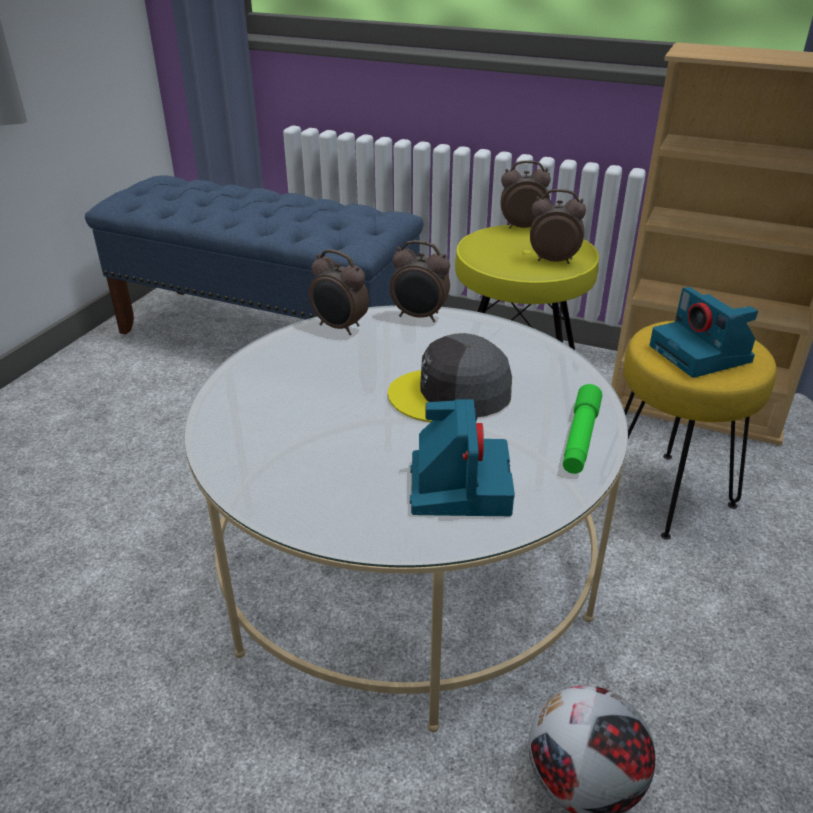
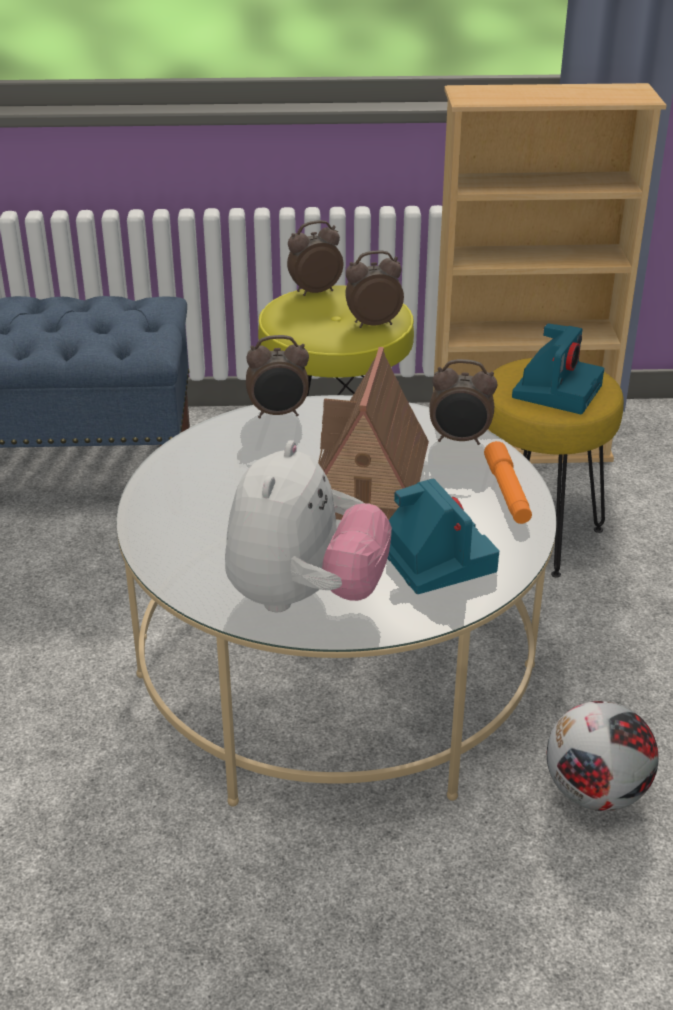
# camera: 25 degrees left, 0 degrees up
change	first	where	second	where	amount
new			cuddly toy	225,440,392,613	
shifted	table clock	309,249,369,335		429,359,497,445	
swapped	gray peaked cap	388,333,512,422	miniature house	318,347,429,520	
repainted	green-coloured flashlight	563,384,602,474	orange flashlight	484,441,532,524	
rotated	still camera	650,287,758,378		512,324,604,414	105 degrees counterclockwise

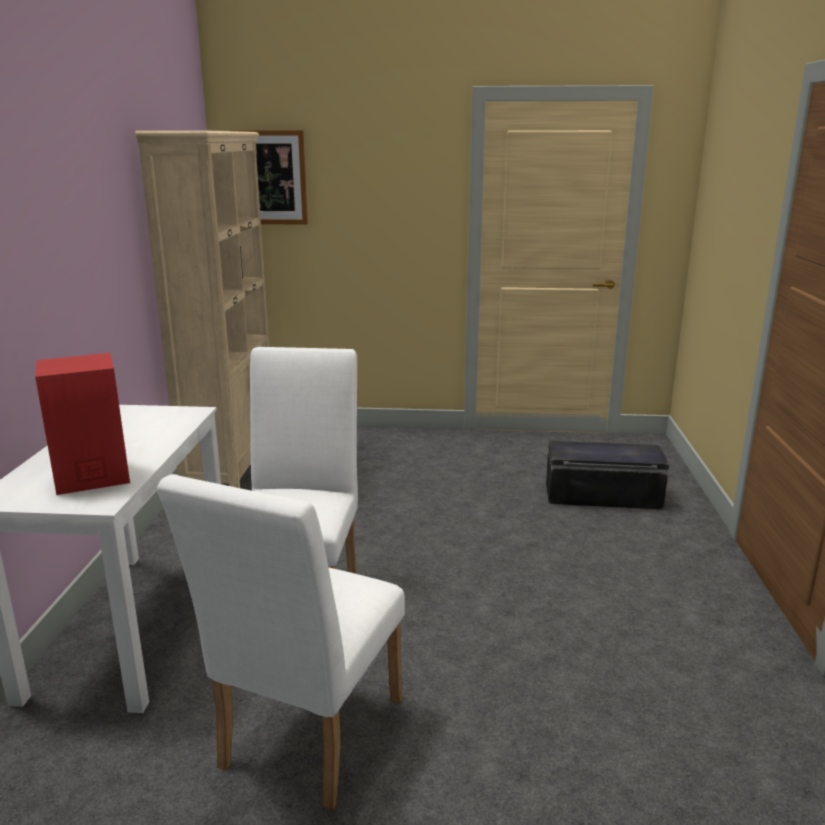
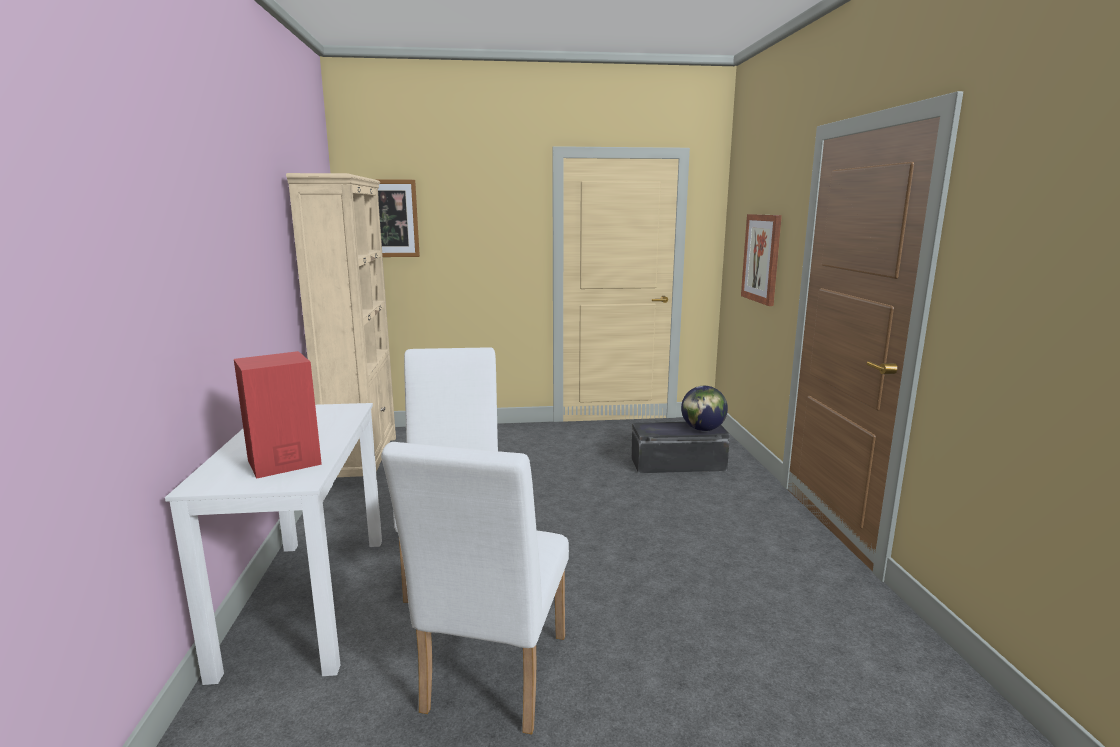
# camera: 10 degrees left, 5 degrees down
change	first	where	second	where	amount
new			world globe	681,386,728,431	
new			wall picture	741,214,782,306	

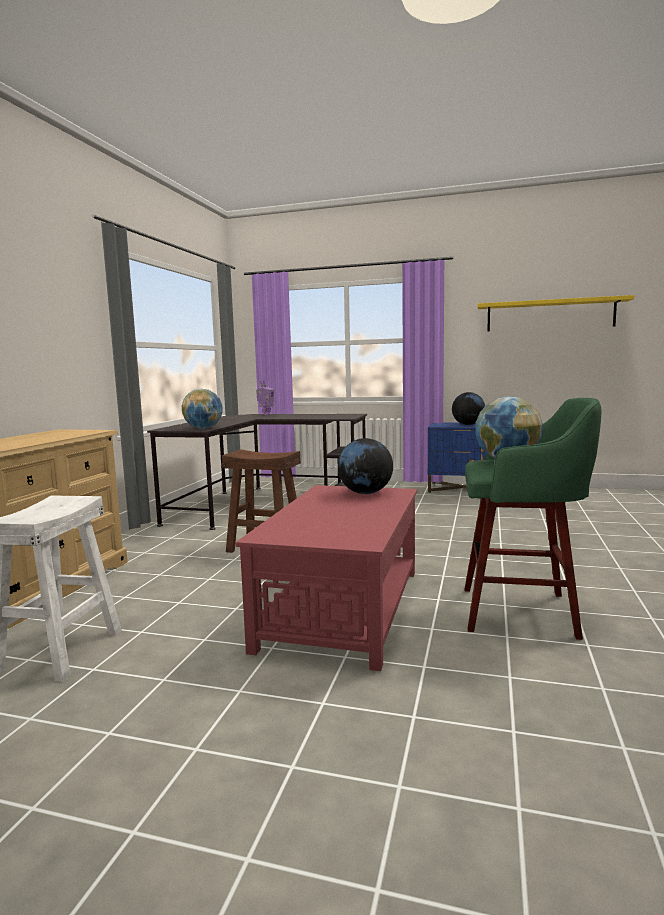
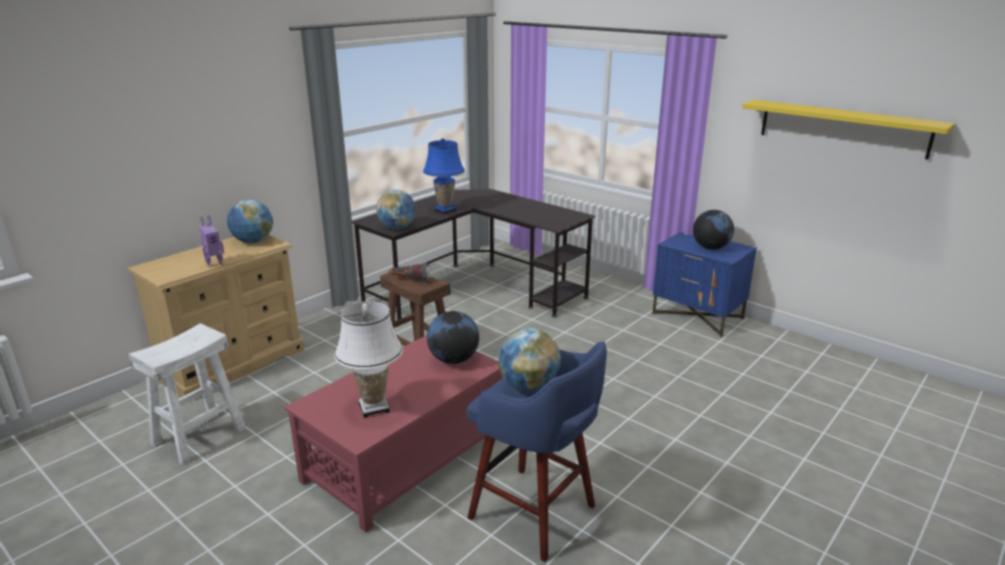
# camera: 25 degrees right, 15 degrees up
change	first	where	second	where	amount
new			world globe	227,199,273,243	
new			whitish lamp for a table	334,301,403,418	
new			flashlight	389,263,430,281	
new			blue-coloured lamp for a table	423,138,465,214	
shifted	model robot	256,380,274,415		199,215,224,268	
repainted	green-coloured stool	464,398,601,640	blue-coloured stool	467,341,607,562	

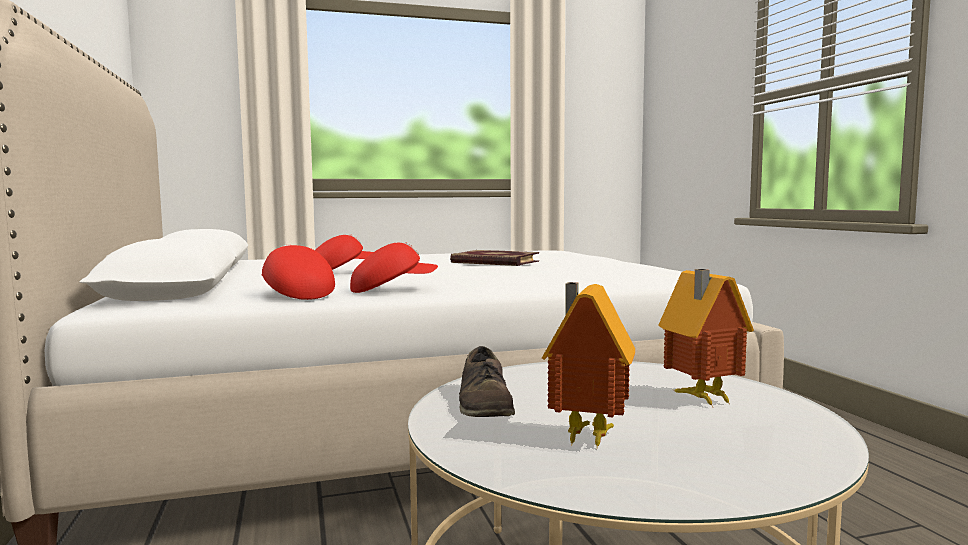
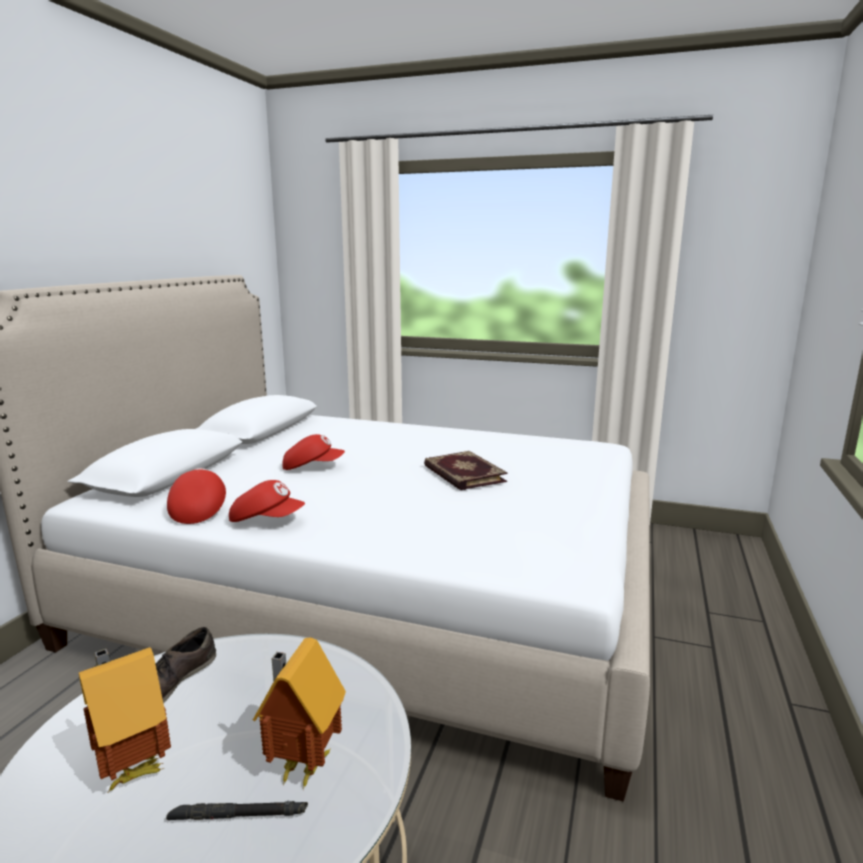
# camera: 35 degrees right, 10 degrees up
change	first	where	second	where	amount
new			black flashlight	166,801,308,820	

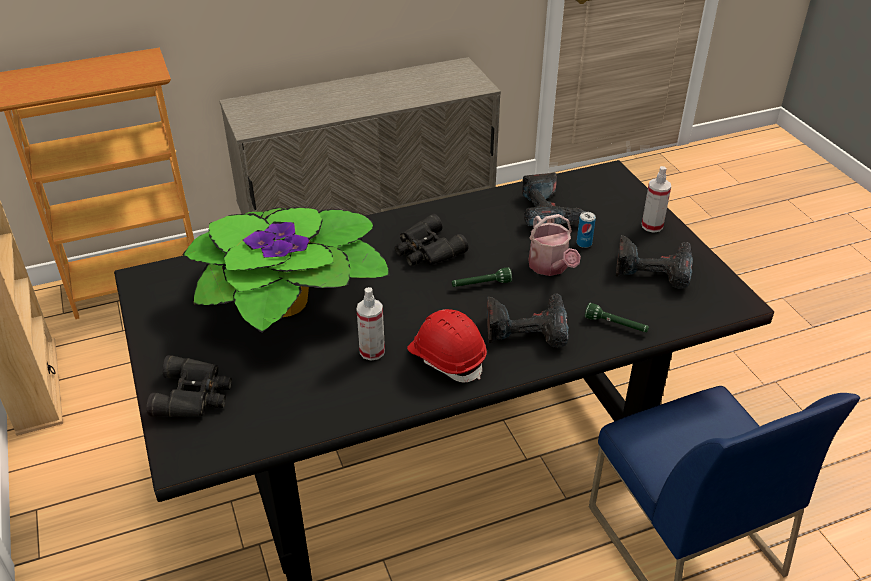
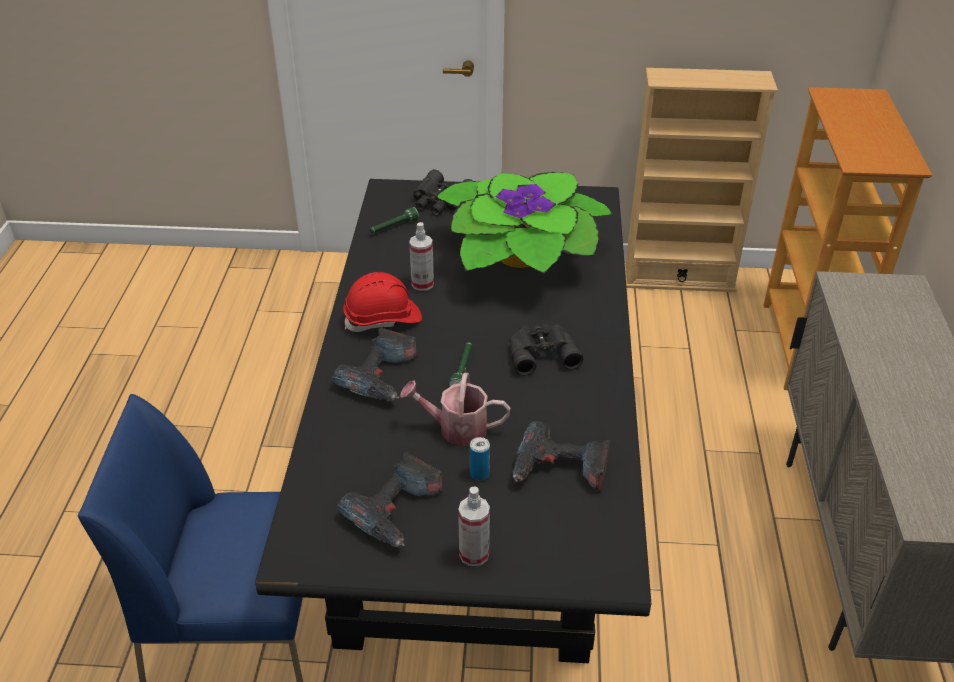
# camera: 115 degrees right, 0 degrees up
change	first	where	second	where	amount
shifted	green-coloured flashlight	585,303,649,332		369,207,419,233	

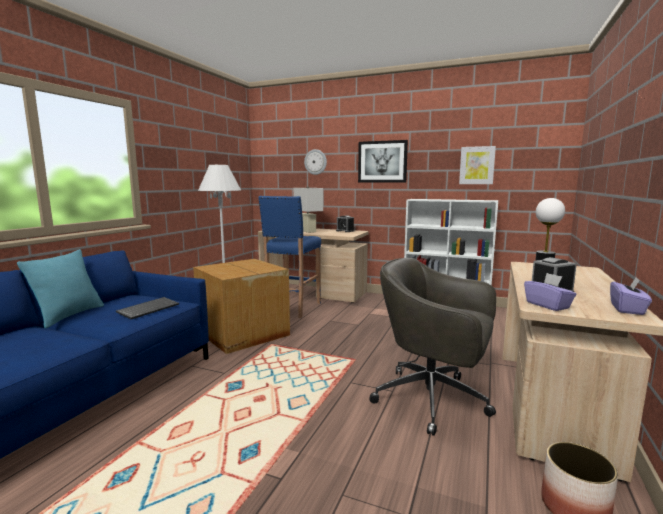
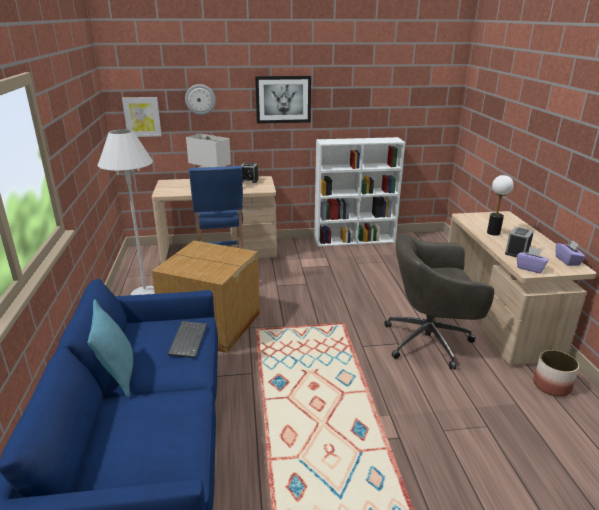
# camera: 30 degrees left, 15 degrees up
change	first	where	second	where	amount
shifted	wall picture	459,146,496,184		122,97,162,137	

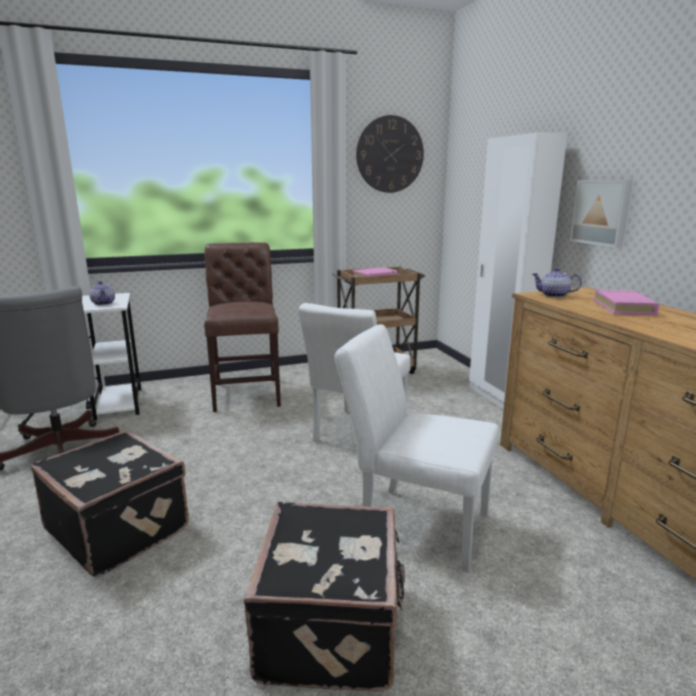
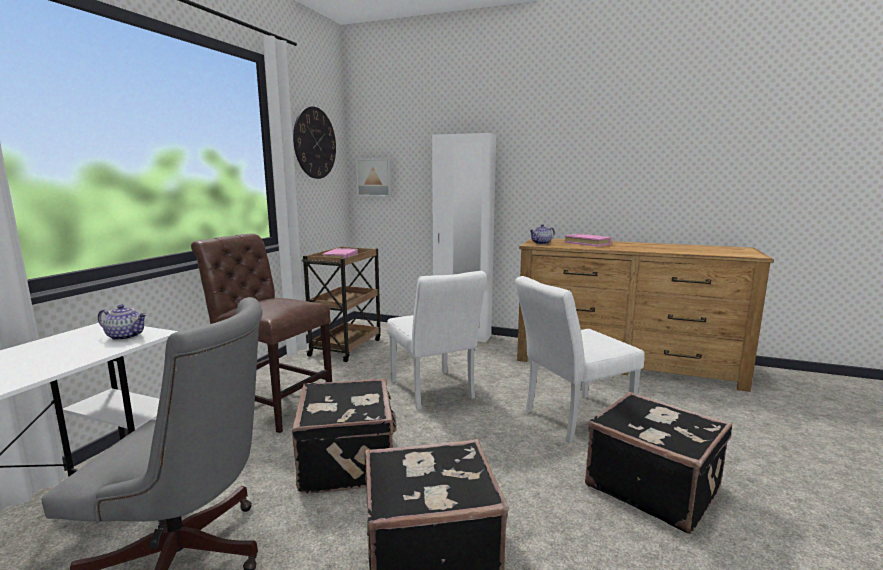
# camera: 50 degrees left, 5 degrees down
change	first	where	second	where	amount
new			black piece of luggage	292,378,397,494	
shifted	wall picture	570,180,633,248		356,158,392,197	

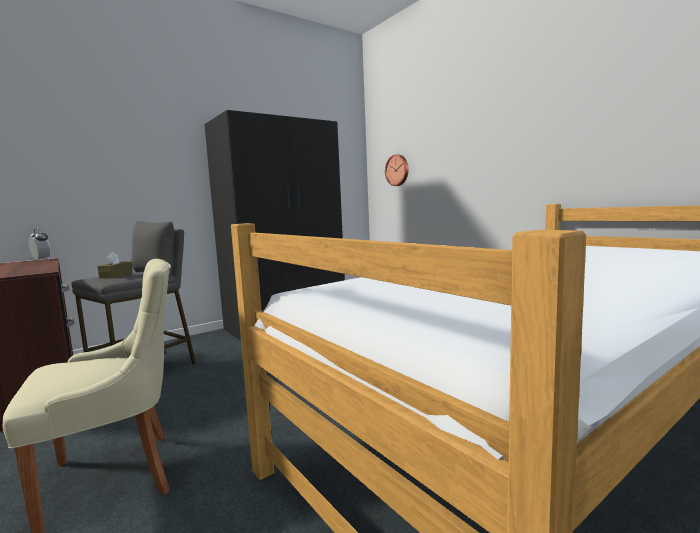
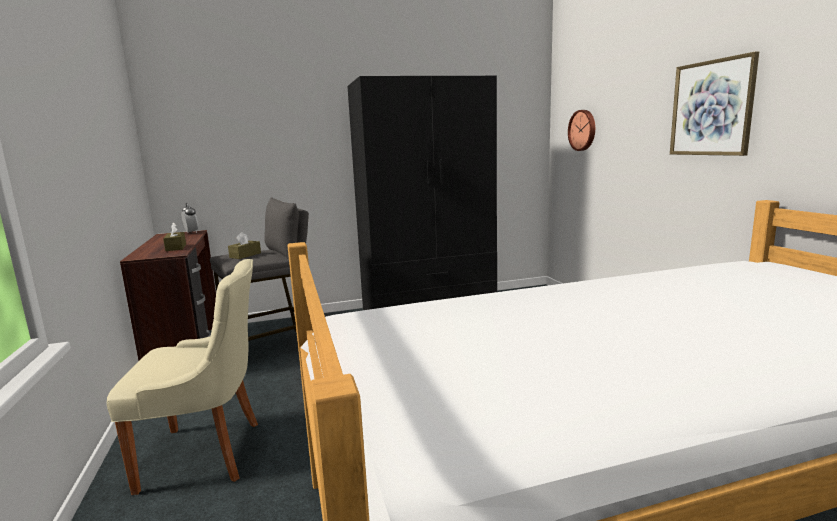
# camera: 20 degrees right, 5 degrees up
change	first	where	second	where	amount
new			brownish tissue holder	163,222,186,251	
new			wall picture	670,52,759,156	

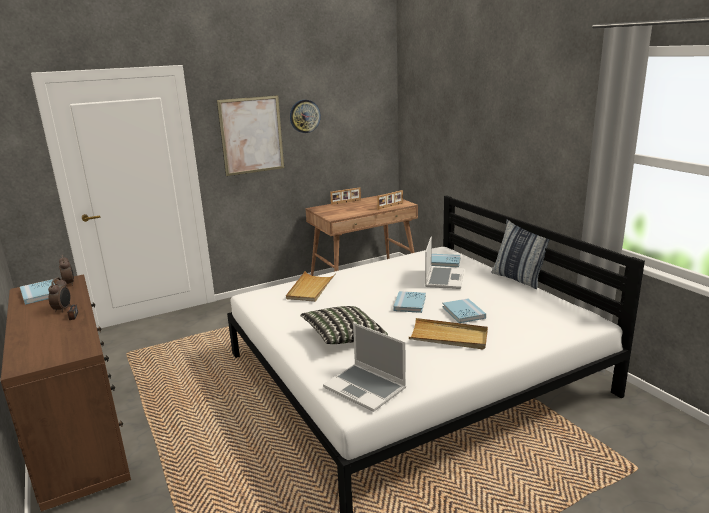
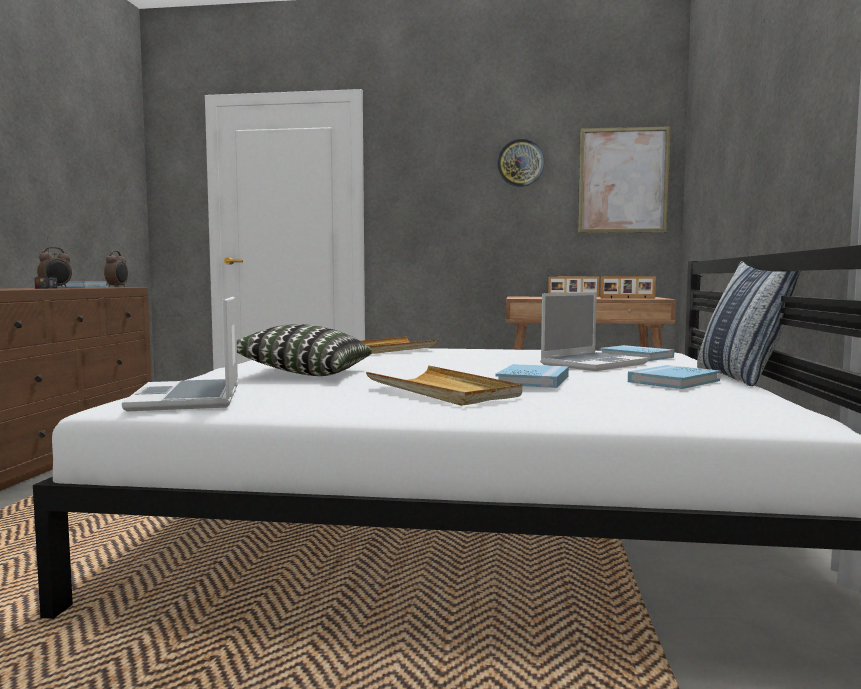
# camera: 35 degrees right, 15 degrees down
change	first	where	second	where	amount
shifted	wall picture	217,95,284,176		578,126,671,233	
shifted	blue-coloured book	394,291,426,313		628,365,721,389	

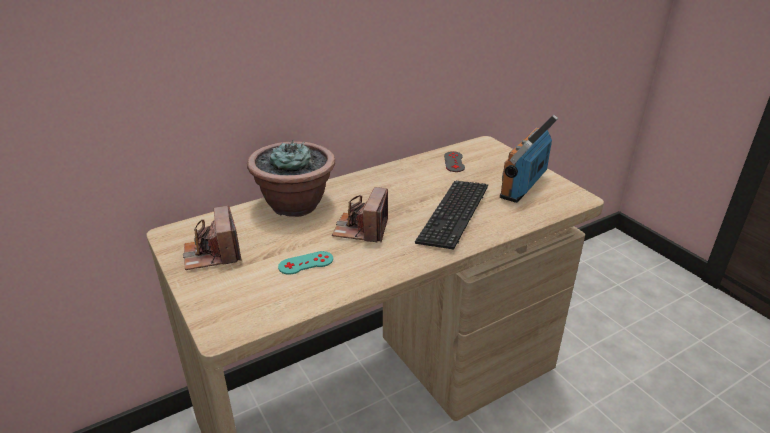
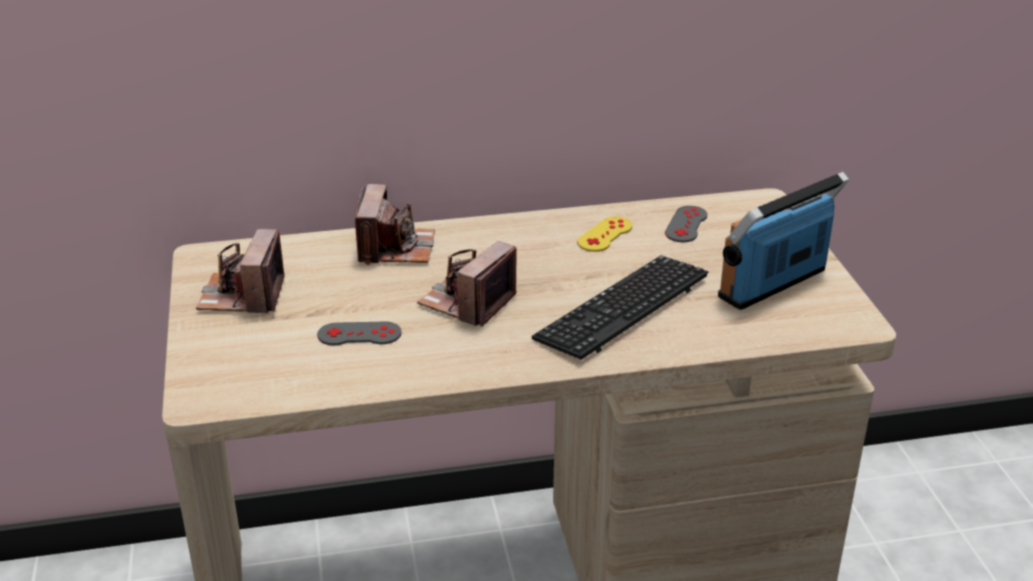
# camera: 20 degrees right, 0 degrees up
change	first	where	second	where	amount
new			yellow joypad	577,217,632,252	
swapped	potted plant	247,139,335,217	still camera	355,184,435,265	
repainted	turquoise-coloured joypad	278,251,333,275	gray joypad	317,322,401,345	

